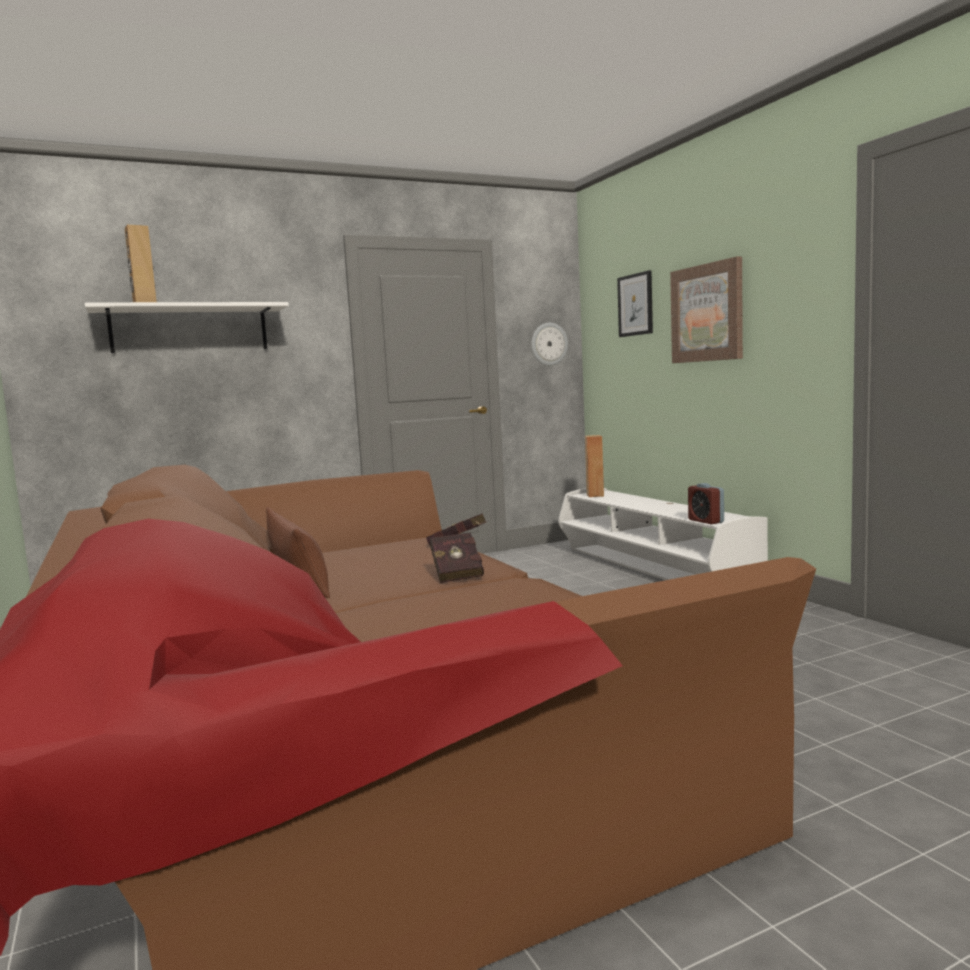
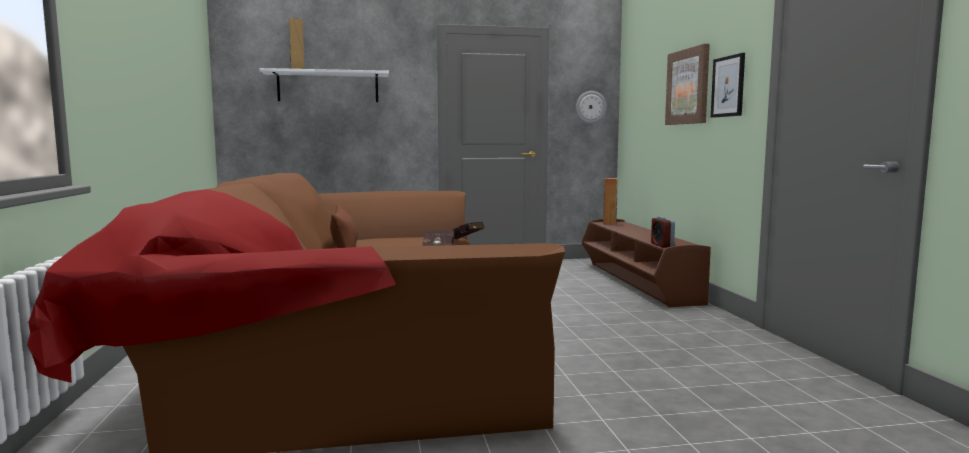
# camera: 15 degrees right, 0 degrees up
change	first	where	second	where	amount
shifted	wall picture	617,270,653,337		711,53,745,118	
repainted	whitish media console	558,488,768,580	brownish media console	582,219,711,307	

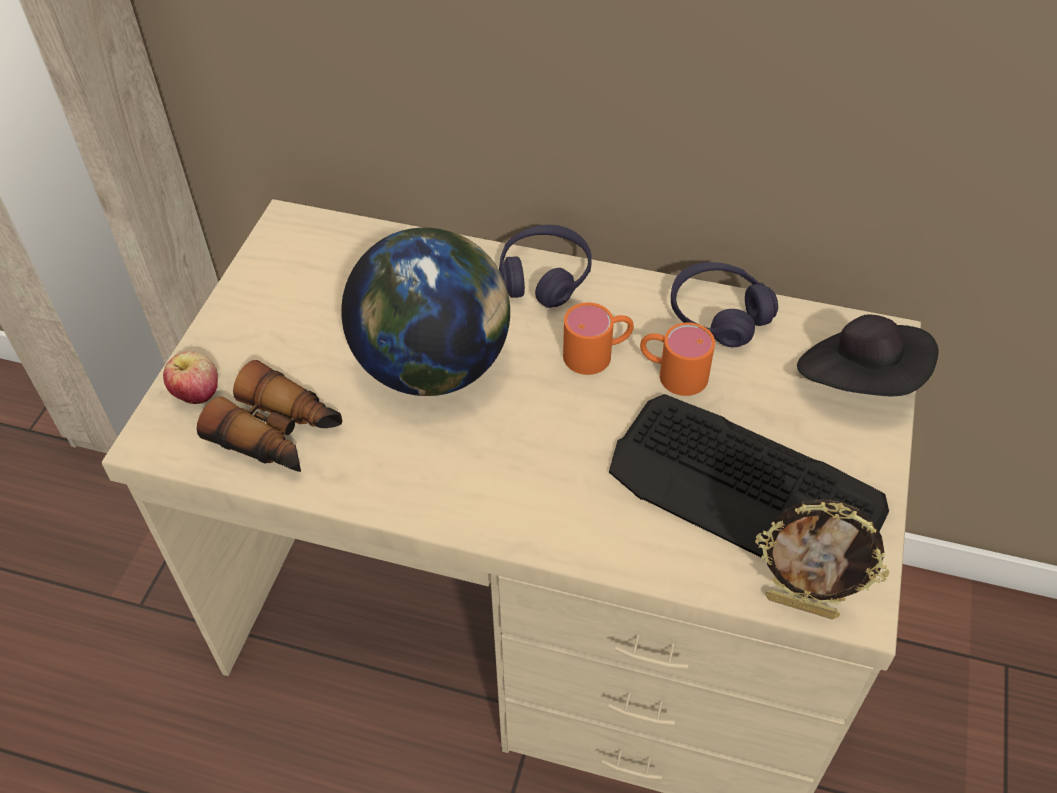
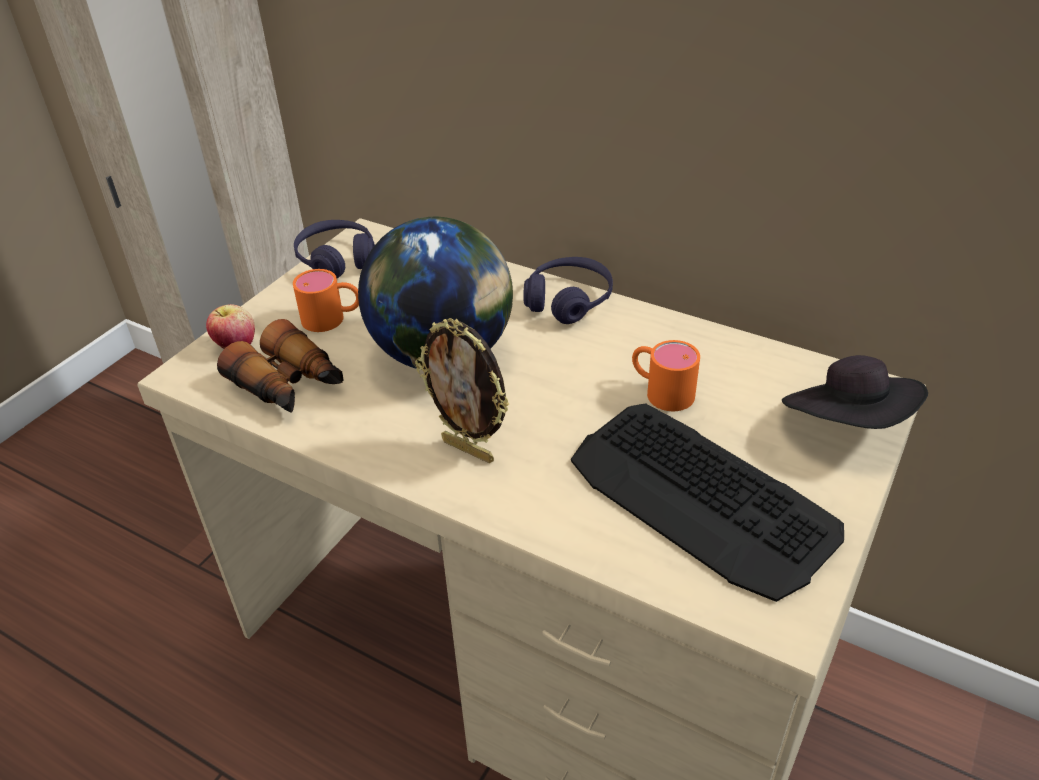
# camera: 15 degrees right, 10 degrees down
change	first	where	second	where	amount
shifted	orange tea mug	563,302,634,375		293,269,359,332	
shifted	purplish headphones	671,262,778,347		294,220,375,278	
shifted	standing frame	755,499,889,619		415,318,509,463	

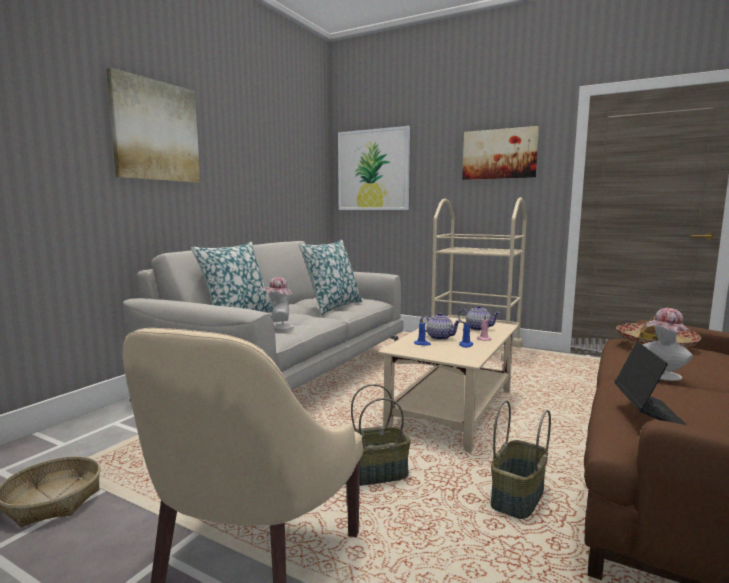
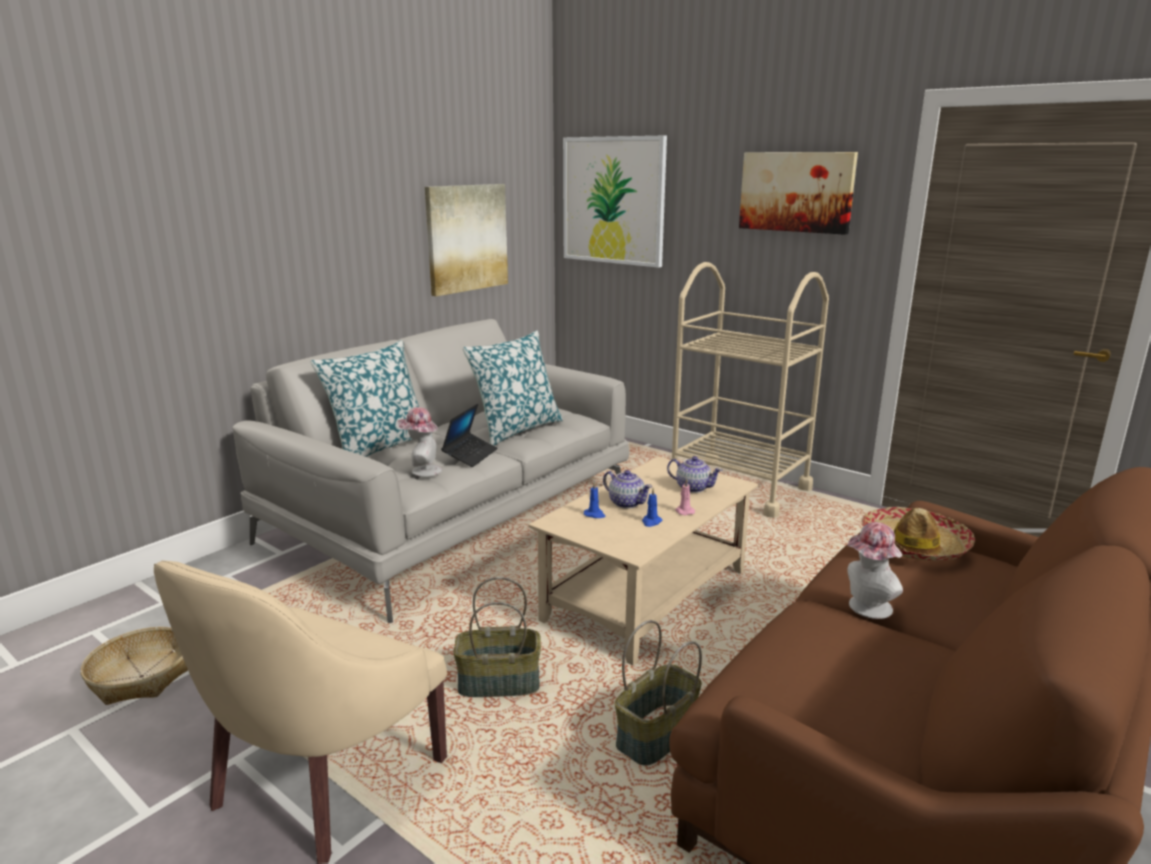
# camera: 10 degrees right, 10 degrees up
change	first	where	second	where	amount
shifted	wall picture	106,67,200,183		425,184,508,296	
shifted	laptop	614,341,688,426		441,403,498,467	

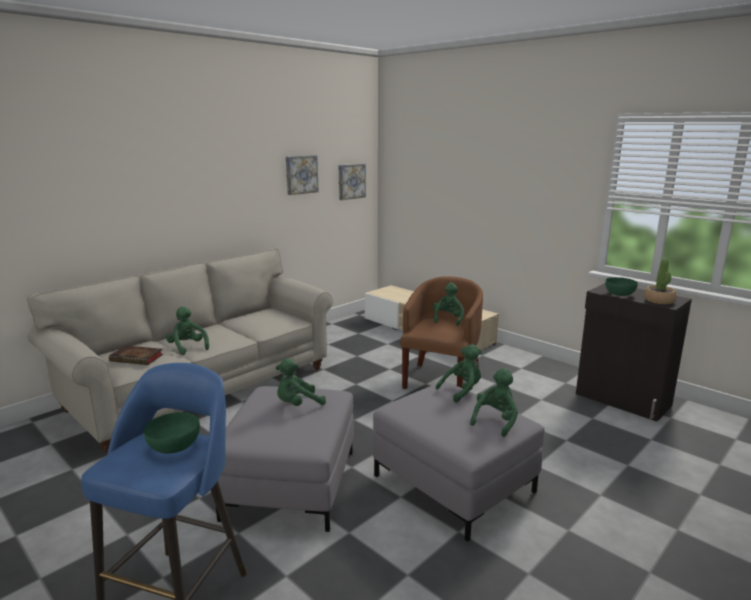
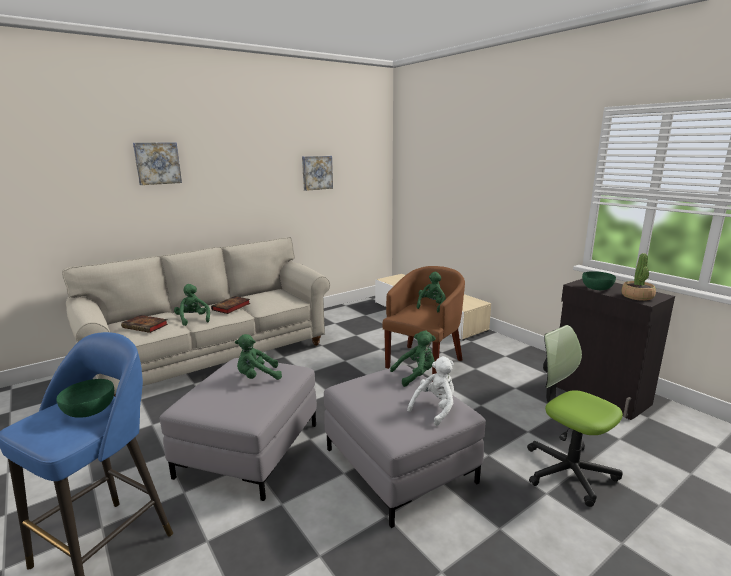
# camera: 10 degrees right, 0 degrees up
change	first	where	second	where	amount
new			book	211,296,251,314	
new			office chair	527,325,623,507	
shifted	wall picture	339,164,366,200		133,142,182,185	
repainted	green-coloured cuddly toy	470,368,518,437	whitish cuddly toy	407,356,454,426	

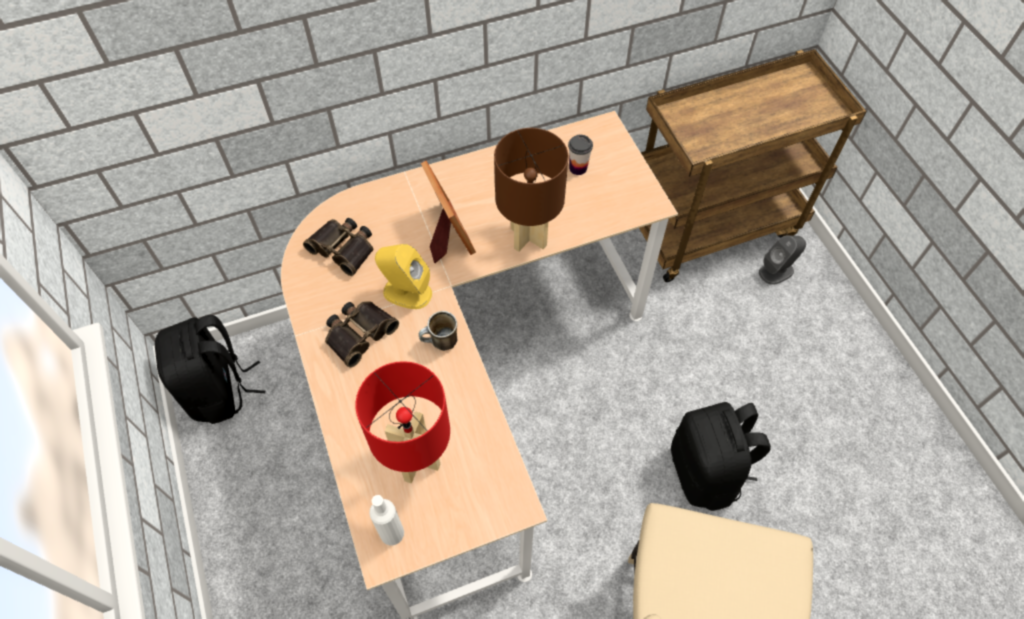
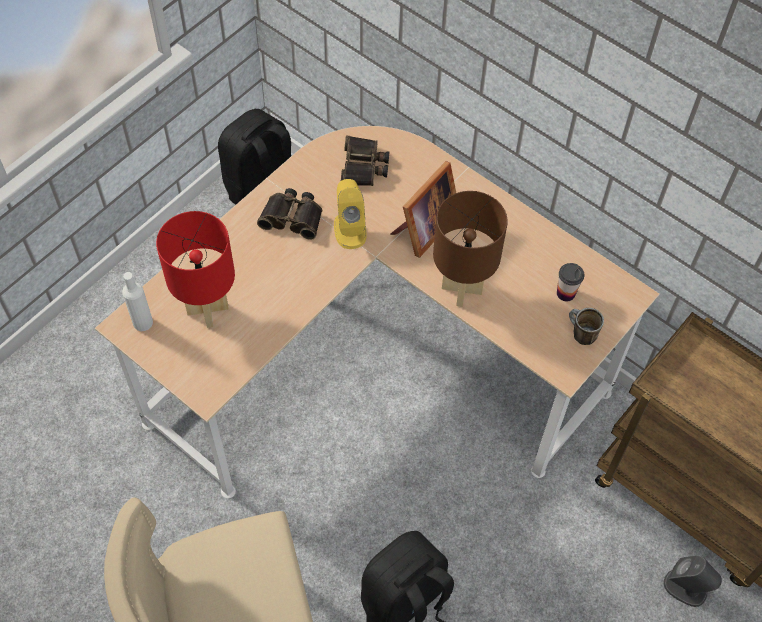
# camera: 60 degrees right, 0 degrees up
change	first	where	second	where	amount
shifted	tea mug	419,311,458,351		569,308,604,345	

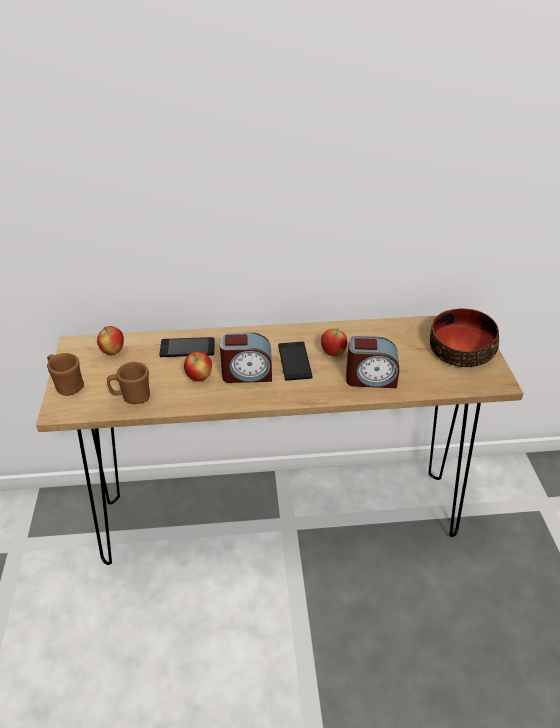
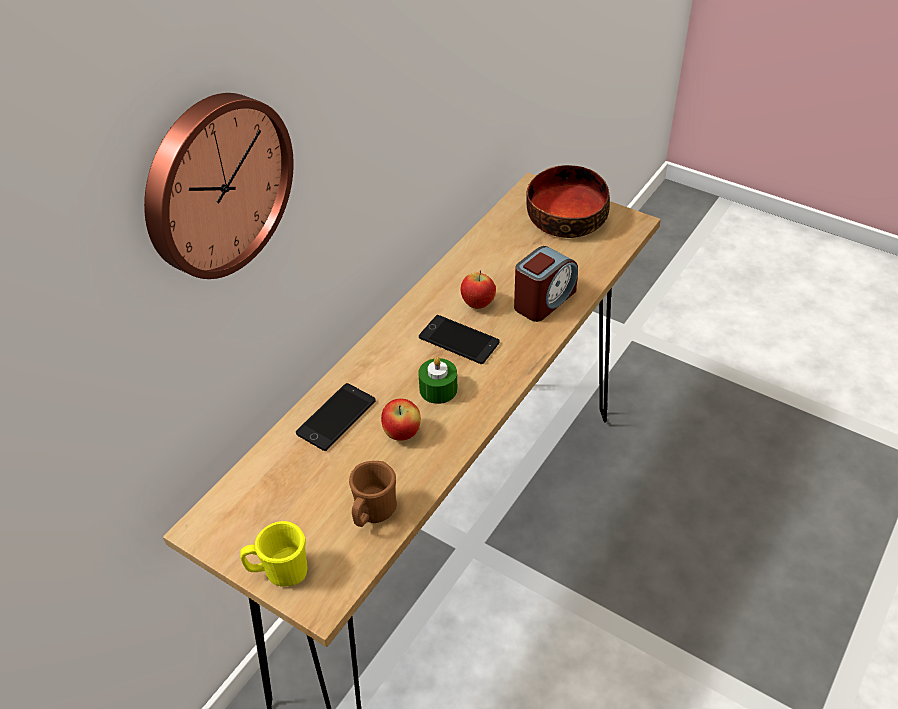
# camera: 50 degrees left, 5 degrees up
change	first	where	second	where	amount
gone	apple fruit	97,326,124,355			
new			clock on the wall	144,93,294,279	
swapped	table clock	220,332,272,383	green-coloured wax candle	418,357,458,404	
repainted	brownish tea mug	47,353,84,396	yellow tea mug	240,521,308,587	

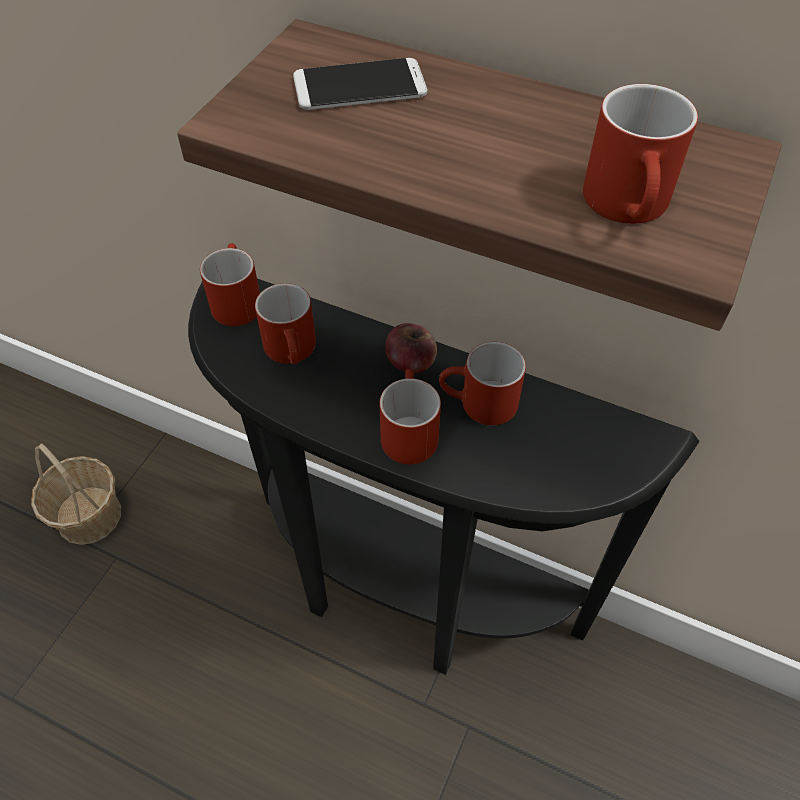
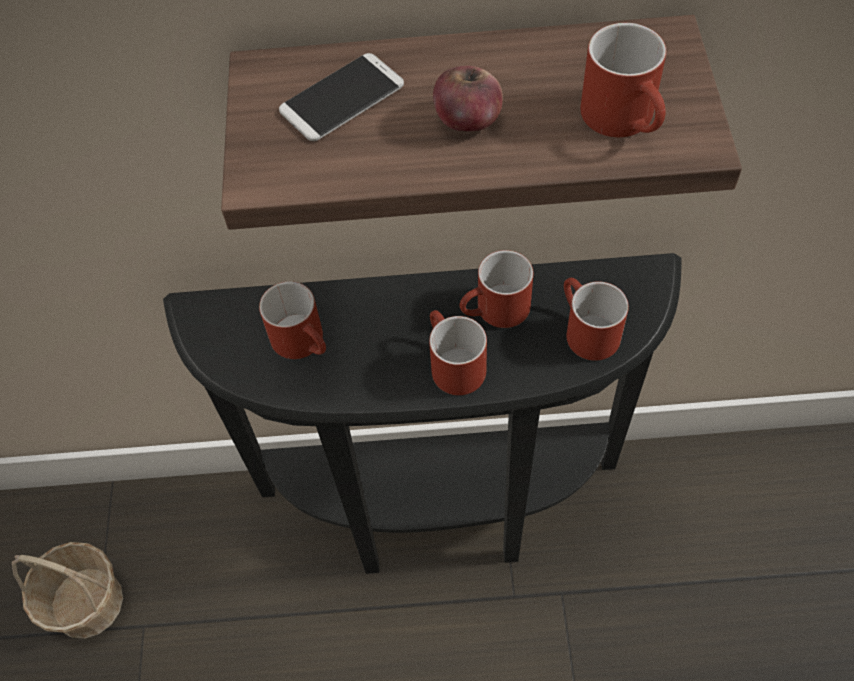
# camera: 25 degrees left, 5 degrees up
change	first	where	second	where	amount
shifted	red-coloured tea mug	200,243,260,326		564,278,629,361	
shifted	apple fruit	386,323,437,373		433,66,503,131	

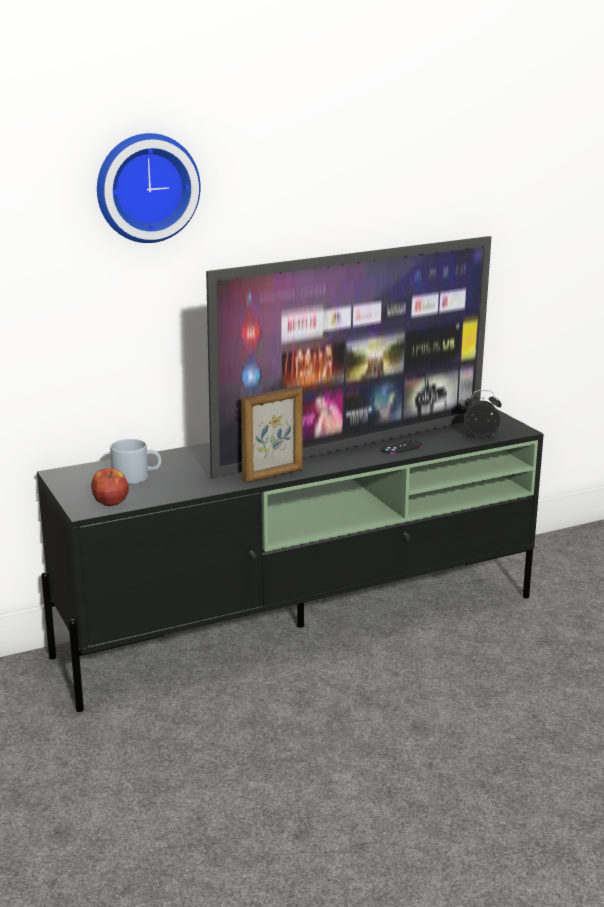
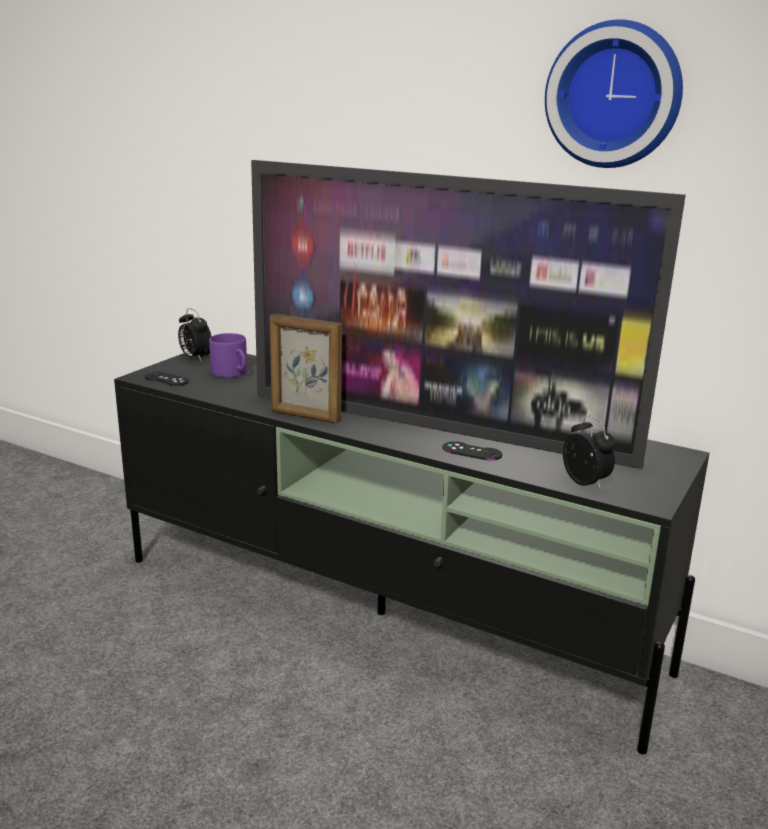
# camera: 55 degrees right, 0 degrees up
change	first	where	second	where	amount
new			table clock	178,308,211,362	
shifted	clock on the wall	97,133,201,243		545,19,683,168	
swapped	apple fruit	91,468,129,506	black joypad	144,372,189,386	
repainted	gray tea mug	110,439,161,484	purplish tea mug	209,333,247,378	

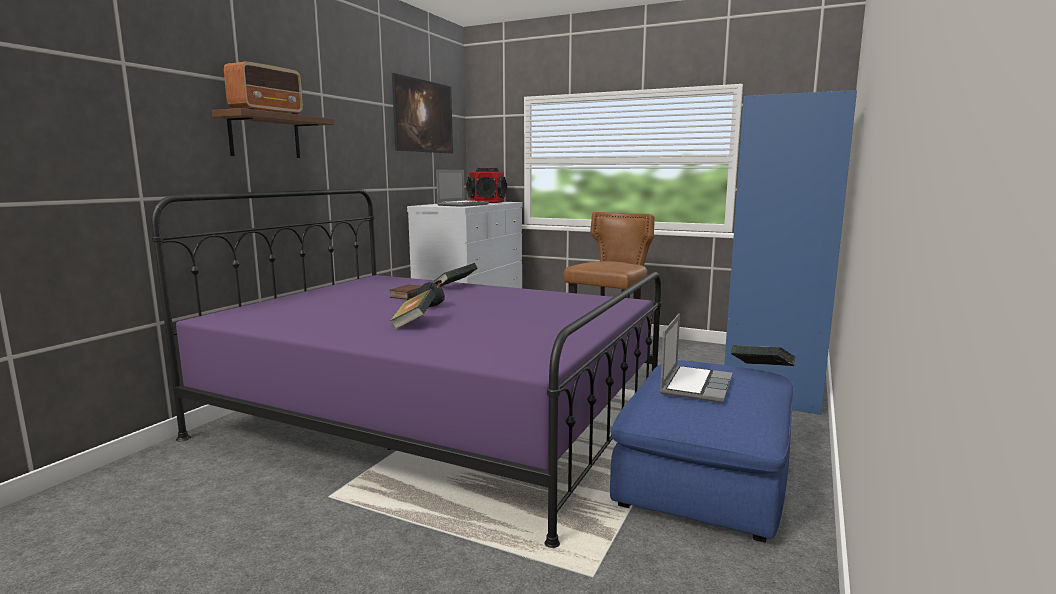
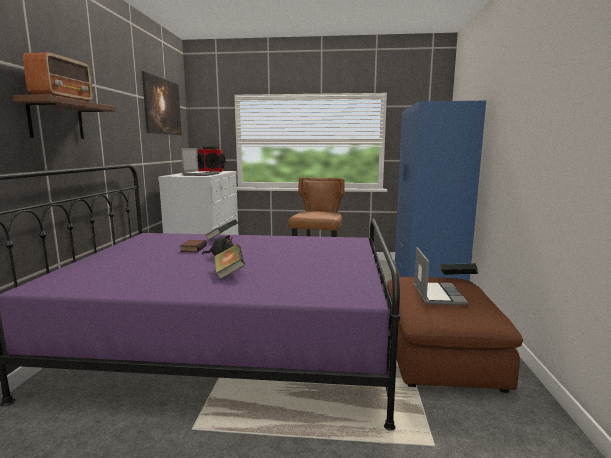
# camera: 20 degrees left, 0 degrees up
change	first	where	second	where	amount
repainted	blue-coloured ottoman	610,360,794,543	brownish ottoman	387,277,523,393	

